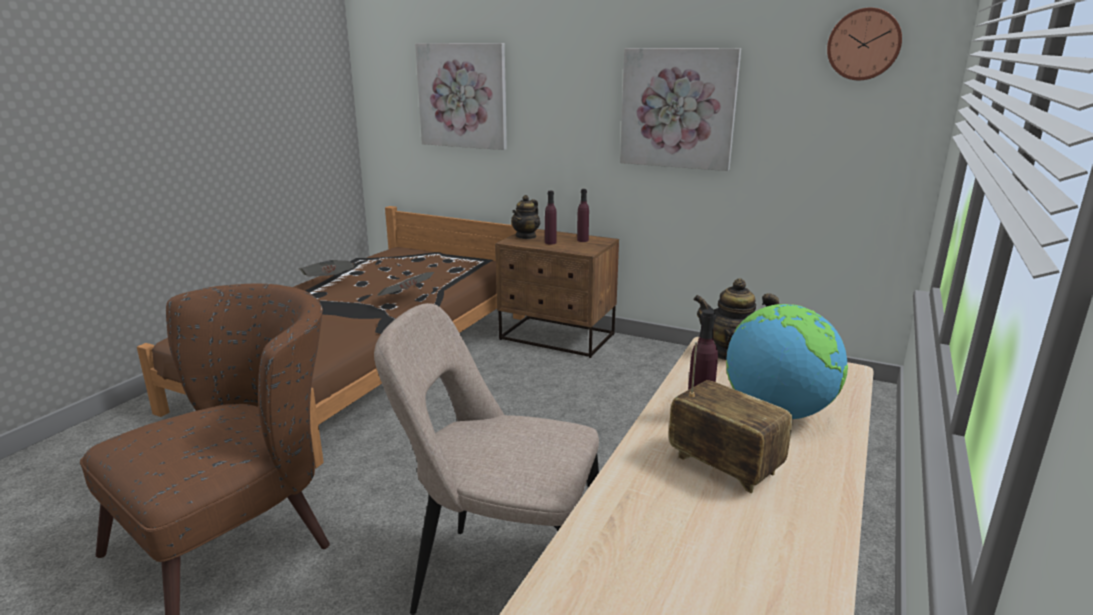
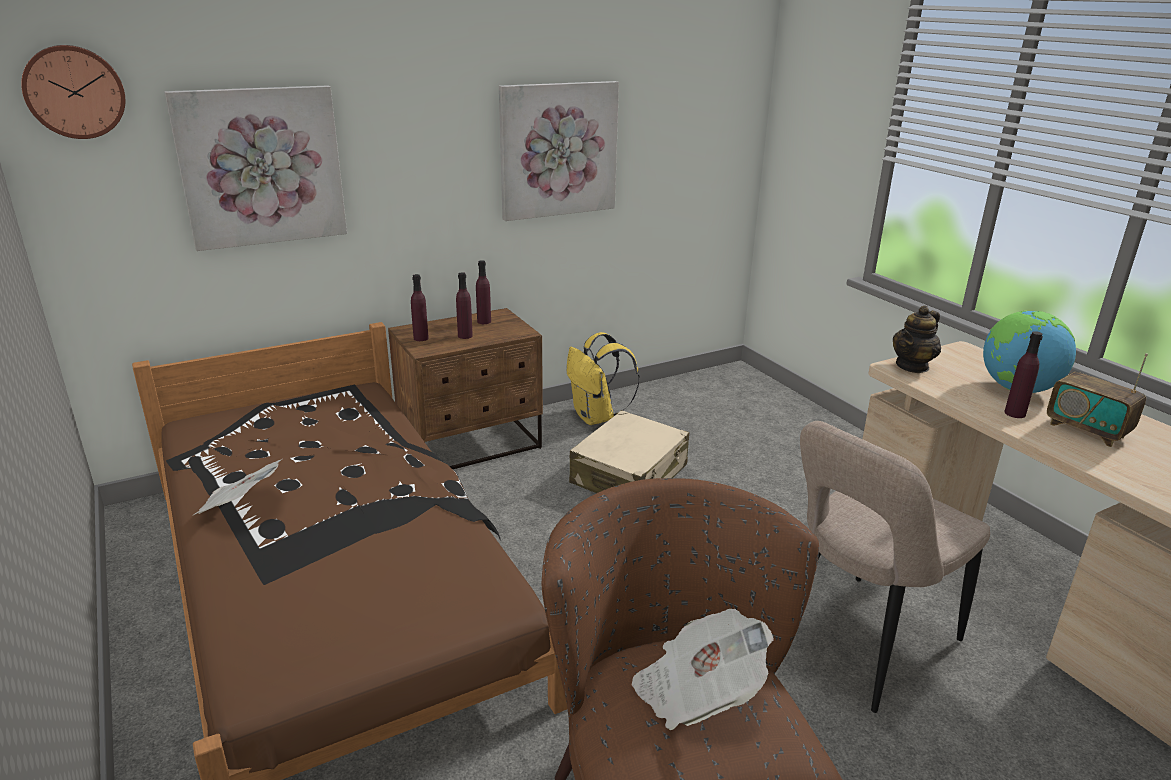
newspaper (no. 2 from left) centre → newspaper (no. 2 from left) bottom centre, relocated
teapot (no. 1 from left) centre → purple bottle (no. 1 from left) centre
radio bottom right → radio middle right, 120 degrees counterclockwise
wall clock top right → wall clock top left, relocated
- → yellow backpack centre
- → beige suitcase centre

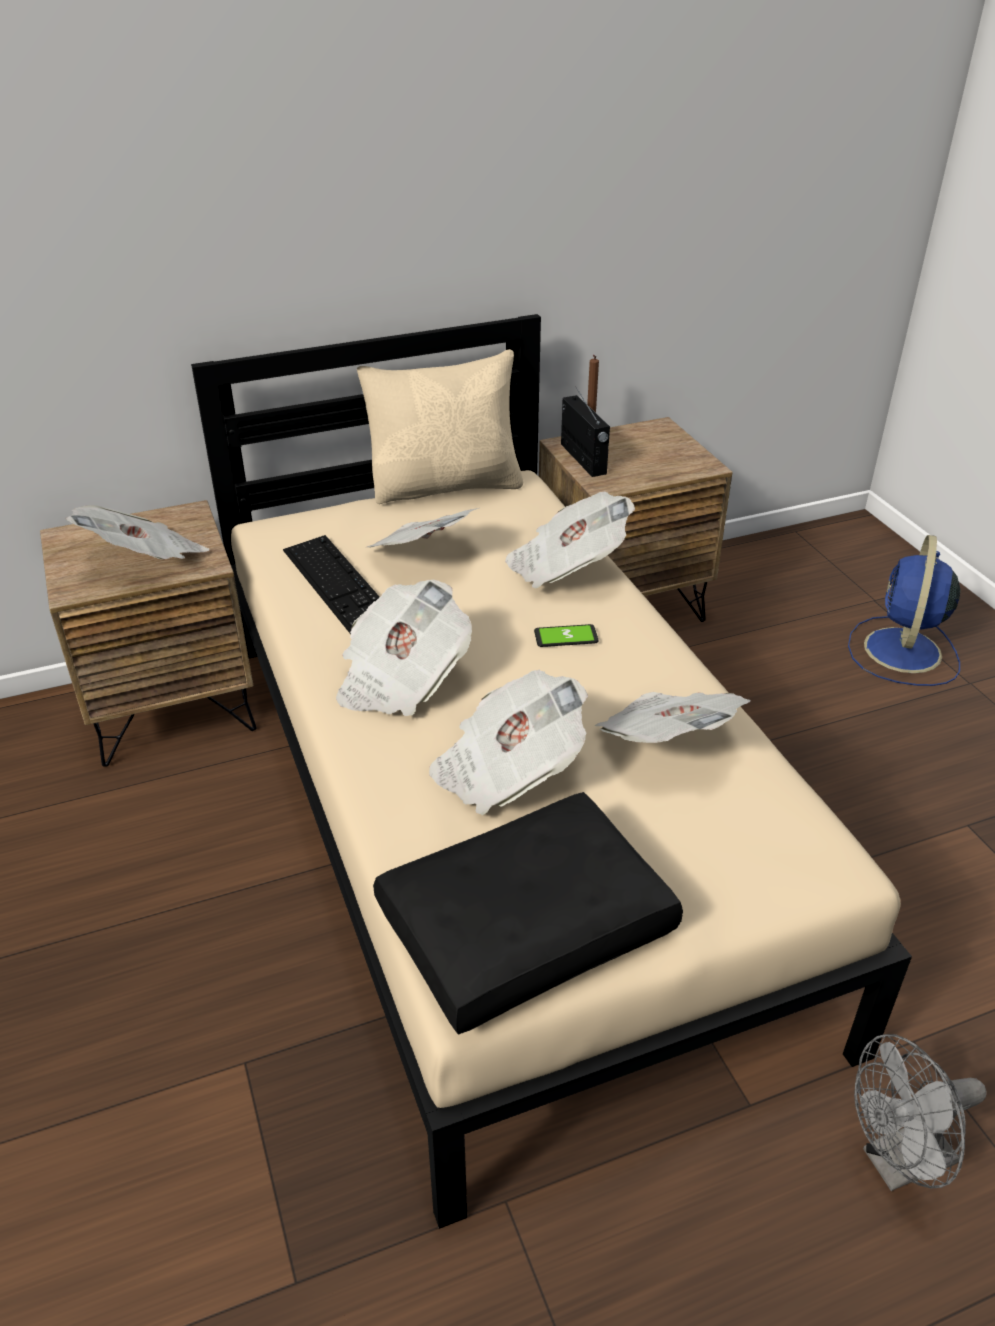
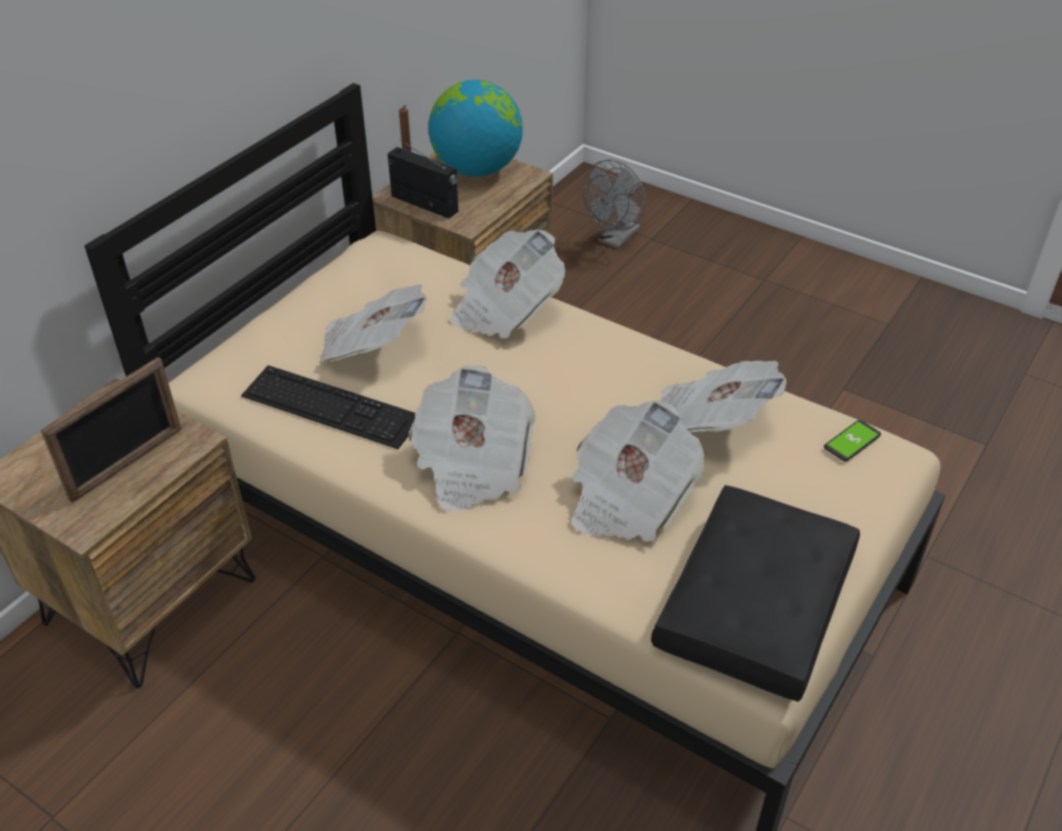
newspaper (no. 1 from left) middle left → picture frame middle left
beige pillow top centre → -
phone centre → phone middle right, relocated
blue fan middle right → -
grey fan bottom right → grey fan top centre, relocated
- → globe top centre

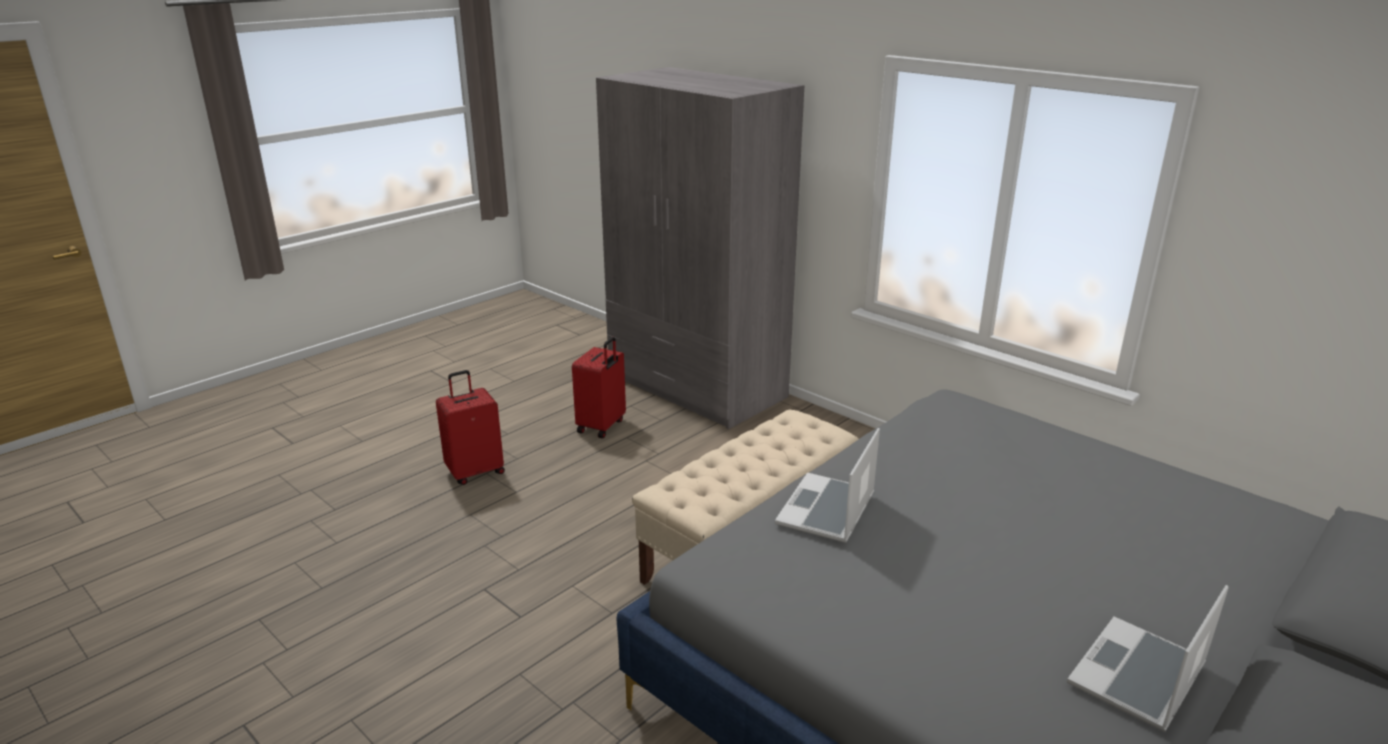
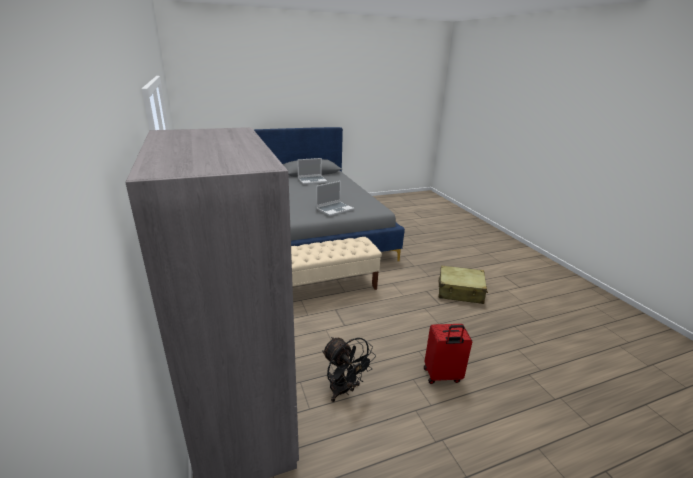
red suitcase (no. 2 from left) centre → black fan bottom centre
- → beige suitcase middle right

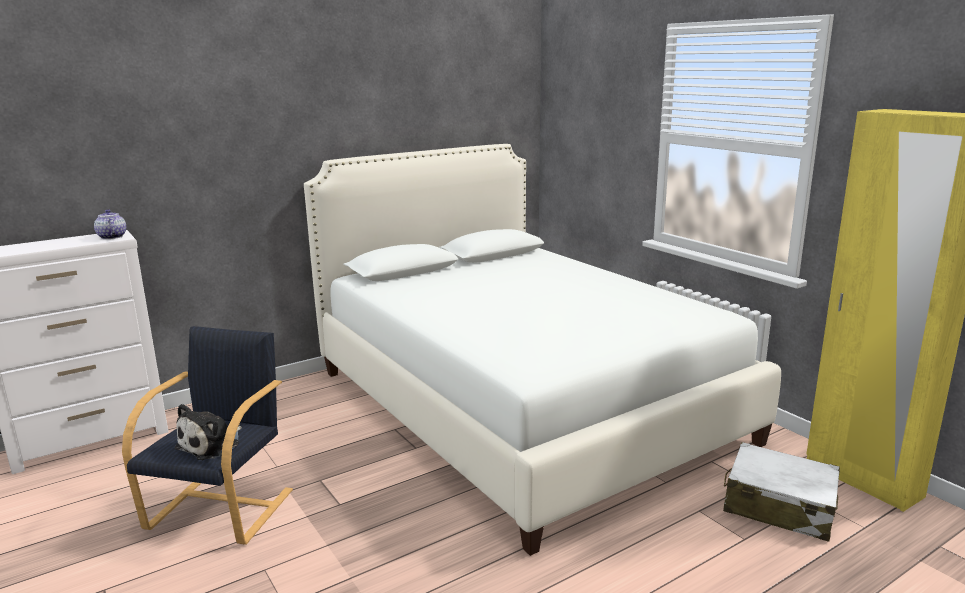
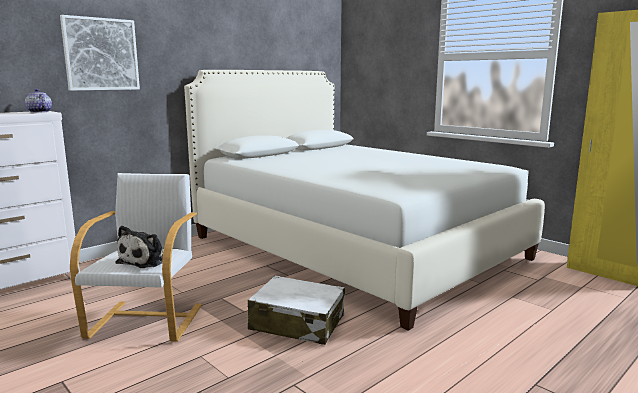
black armchair bottom left → white armchair middle left
white suitcase bottom right → white suitcase bottom centre, relocated
- → picture top left

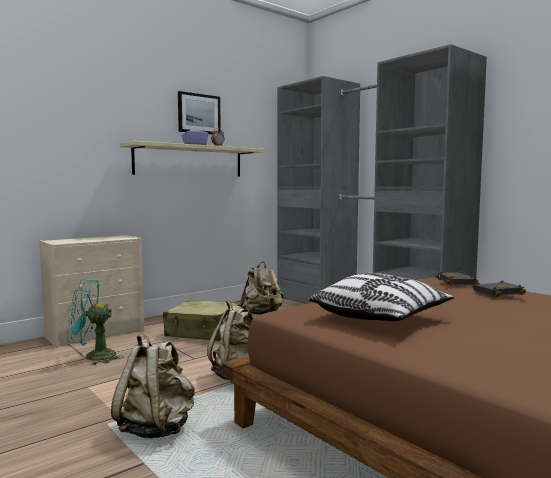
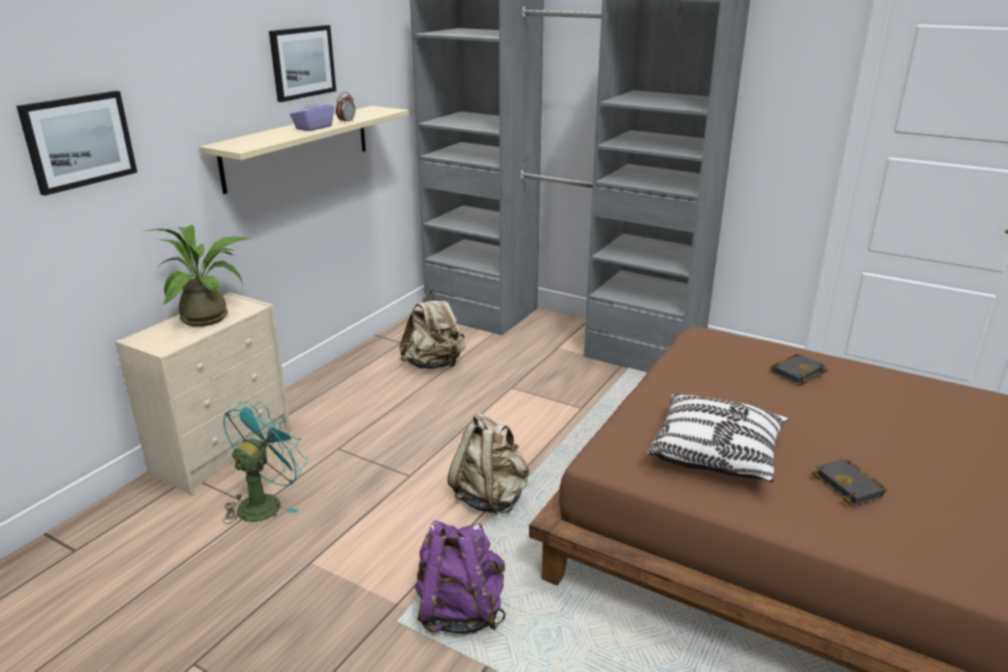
turquoise fan bottom left, 150 degrees clockwise
beige backpack (no. 1 from left) bottom left → purple backpack bottom centre
beige suitcase bottom centre → -
black book (no. 1 from left in the first image) middle right → black book (no. 2 from left) bottom right, relocated
- → picture (no. 1 from left) top left
- → potted plant middle left

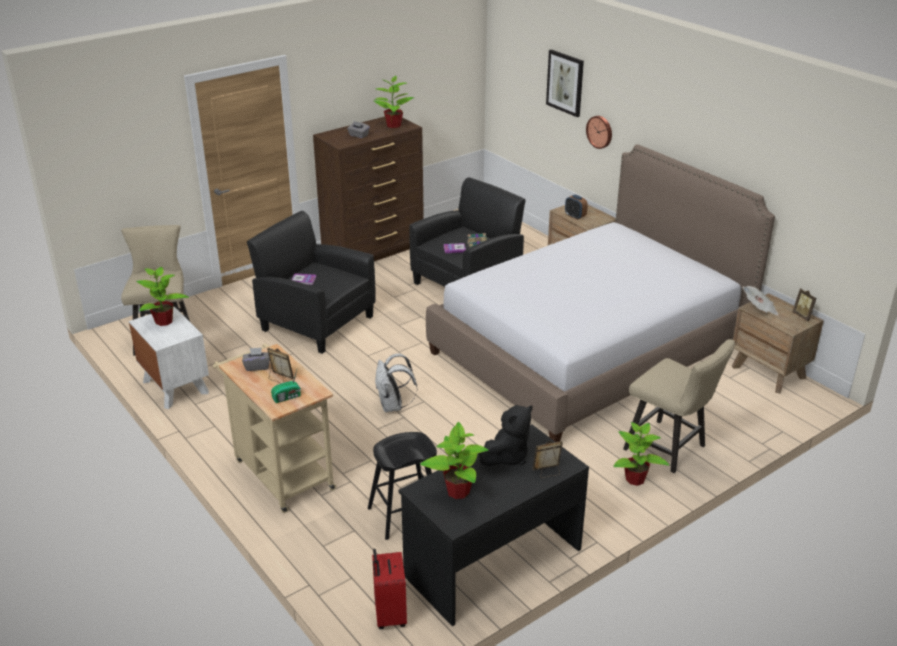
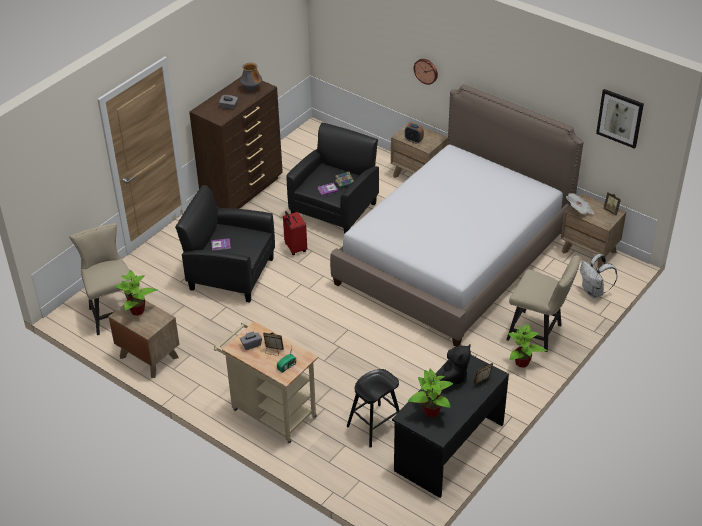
white nightstand middle left → brown nightstand (no. 1 from left) middle left
red suitcase bottom centre → red suitcase centre, relocated
potted plant (no. 2 from left) top centre → vase top centre
white backpack centre → white backpack middle right, relocated
picture top centre → picture top right, relocated

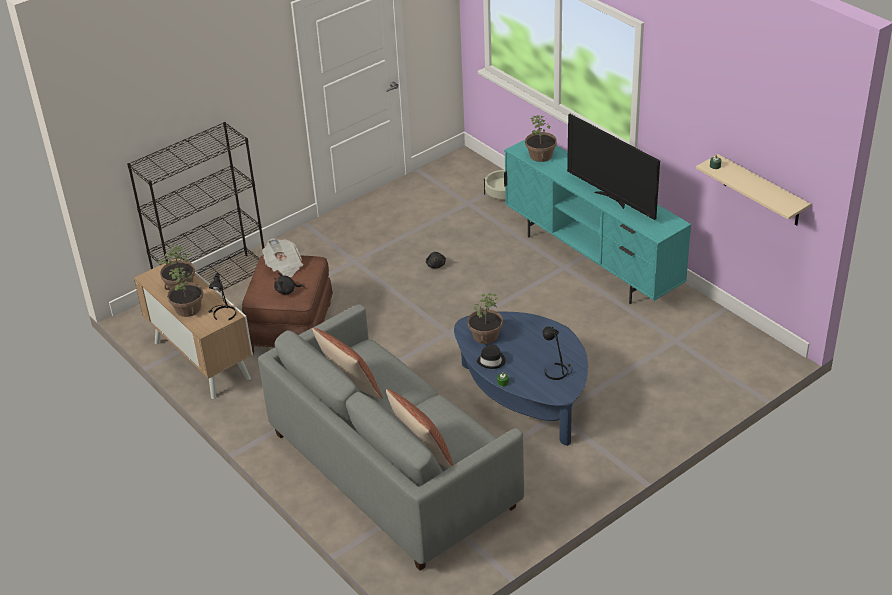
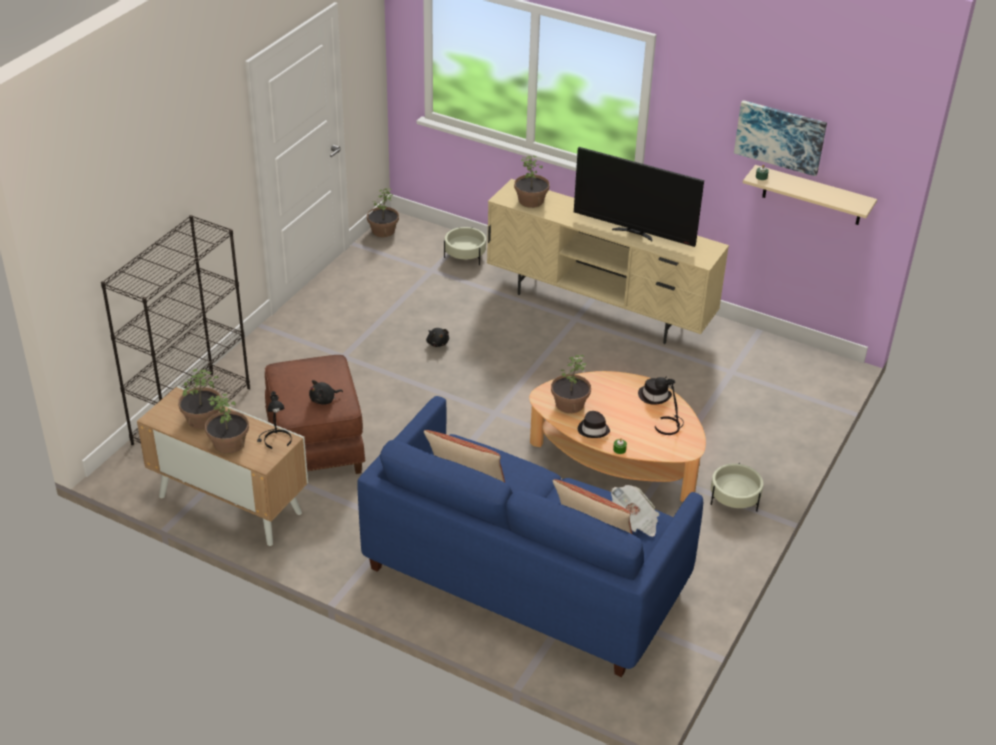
grey sofa bottom centre → blue sofa bottom centre
newspaper middle left → newspaper bottom centre, relocated
blue coffee table centre → beige coffee table centre
turquoise tv stand middle right → beige tv stand centre
- → potted plant (no. 3 from left) top centre
- → black hat (no. 2 from left) centre
- → beige planter (no. 2 from left) middle right
- → picture top right

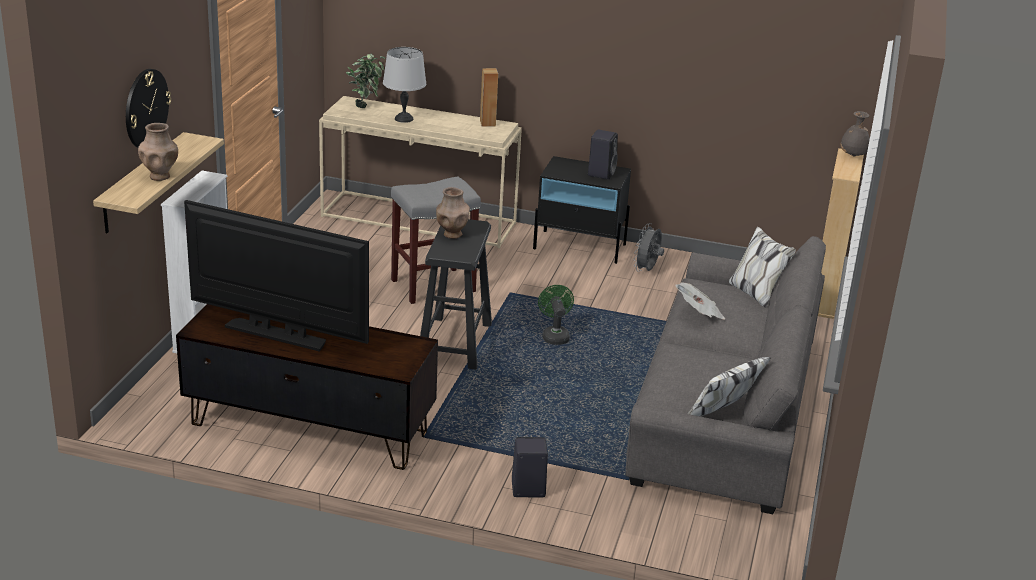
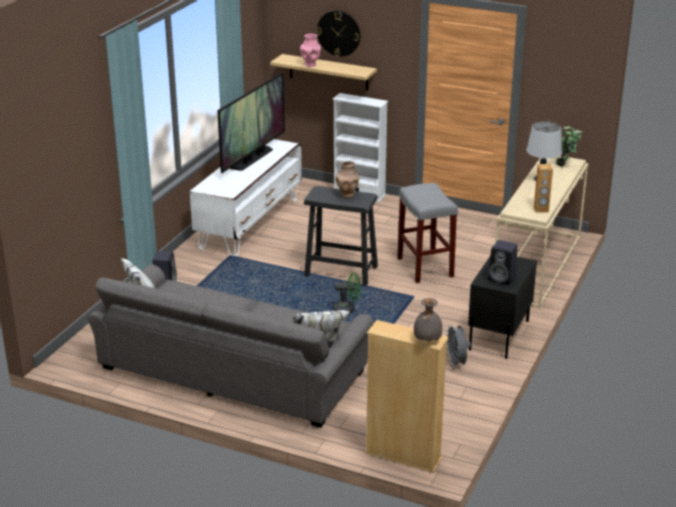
brown vase (no. 1 from left) top left → pink vase top centre
brown tv stand bottom left → white tv stand centre
grey fan centre → grey fan bottom right, 135 degrees counterclockwise
newspaper middle right → -

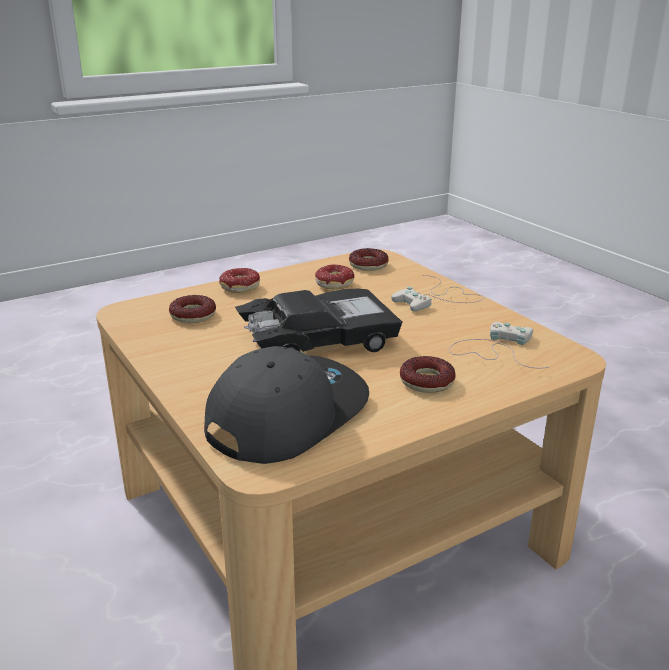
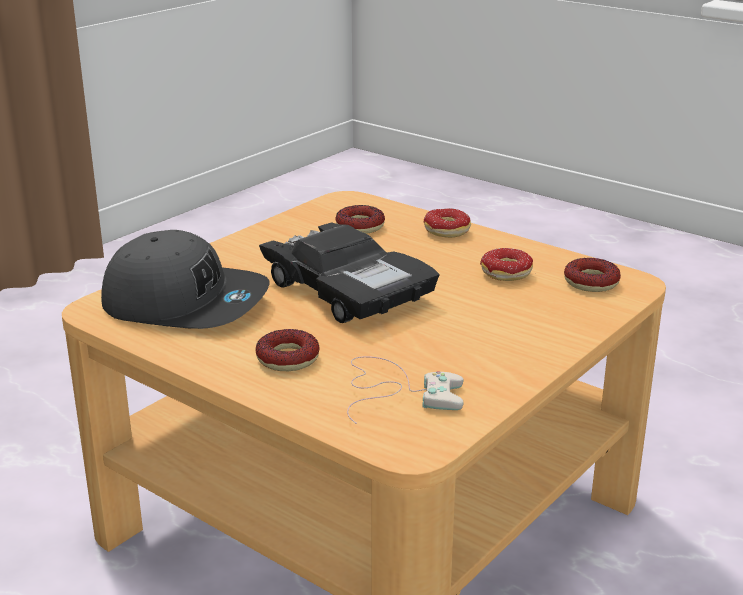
white game controller (no. 1 from left) centre → -

